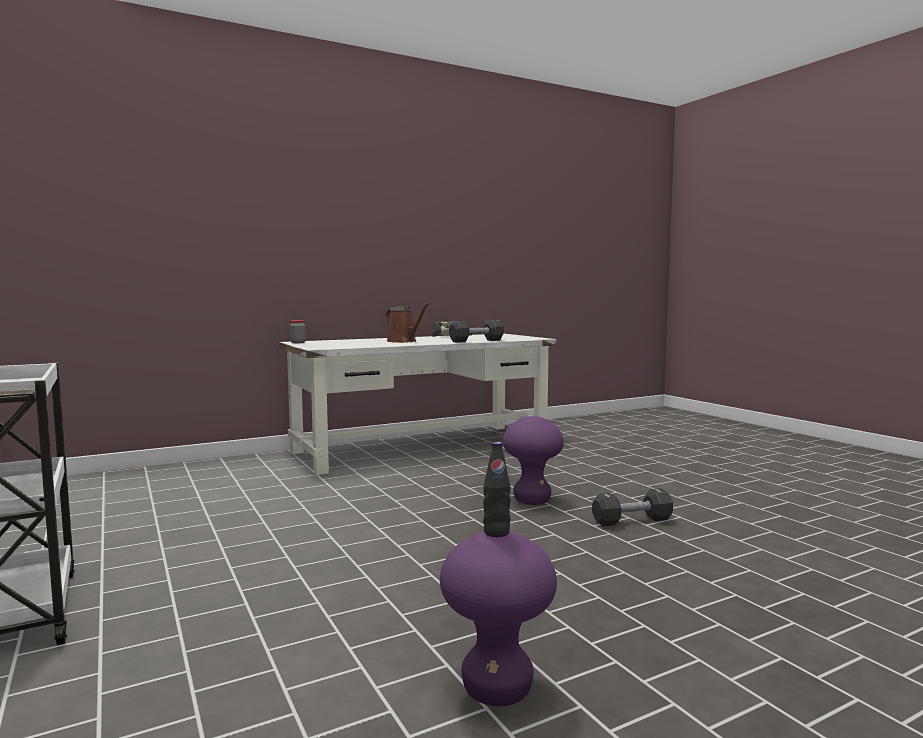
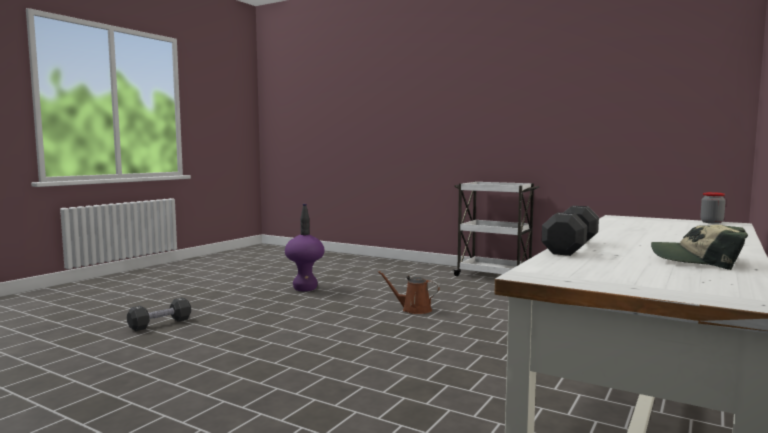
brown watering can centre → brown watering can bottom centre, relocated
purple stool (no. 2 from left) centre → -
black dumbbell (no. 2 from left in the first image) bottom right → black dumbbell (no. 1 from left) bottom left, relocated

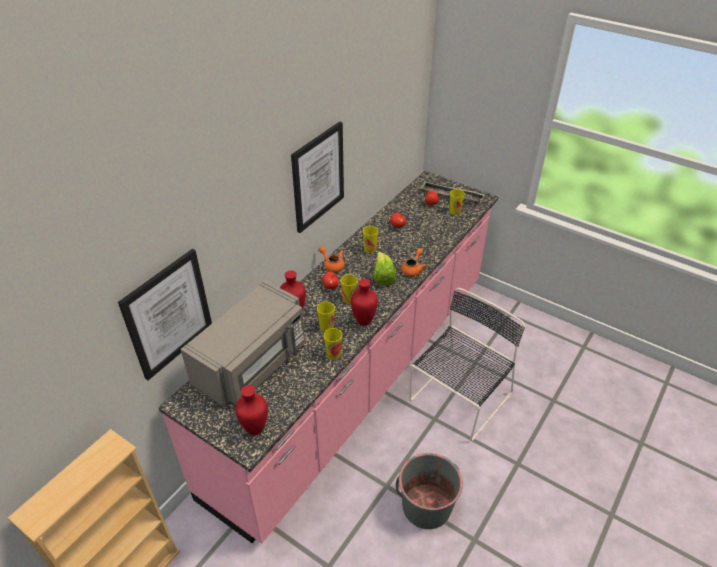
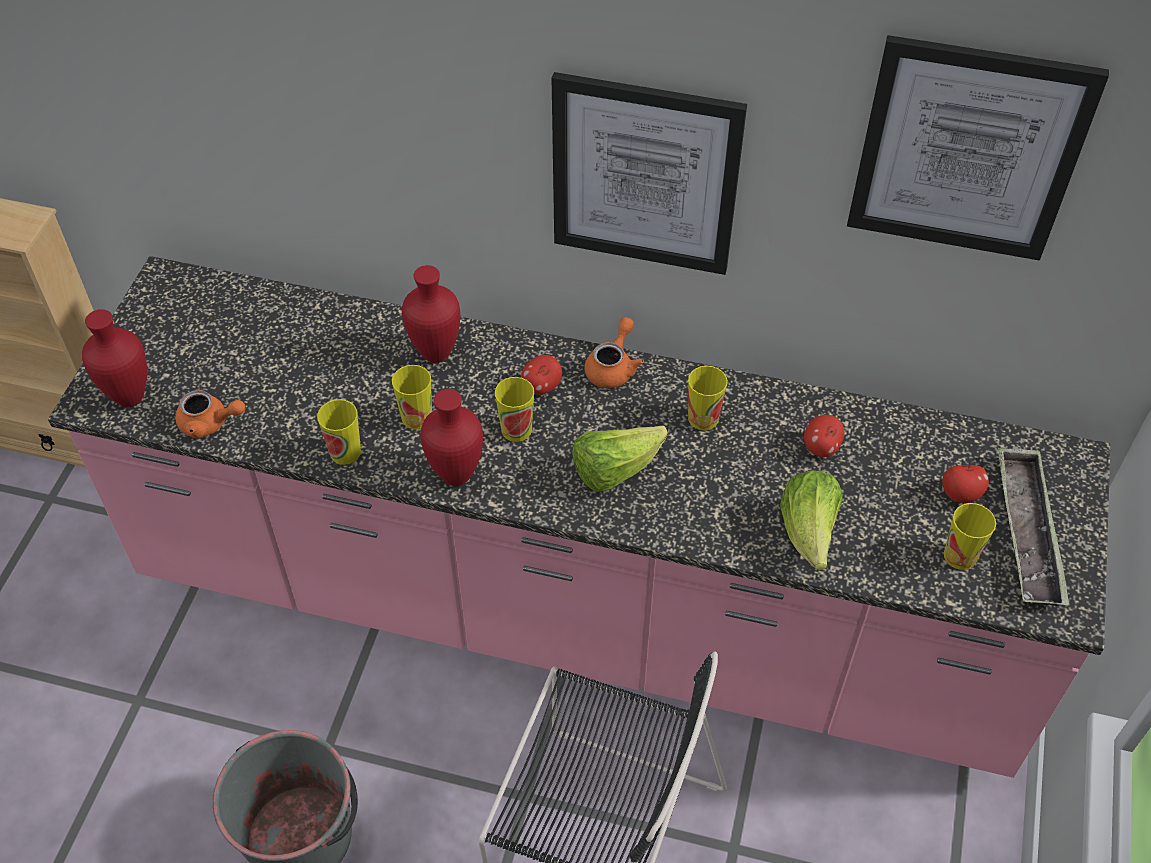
picture (no. 1 from left in the first image) middle left → picture (no. 2 from left) top right, relocated
grey microwave centre → -
orange teapot (no. 2 from left in the first image) centre → orange teapot (no. 1 from left) middle left, relocated
- → lettuce (no. 2 from left) middle right

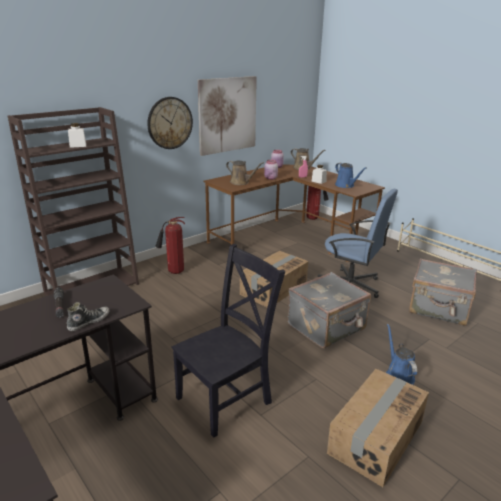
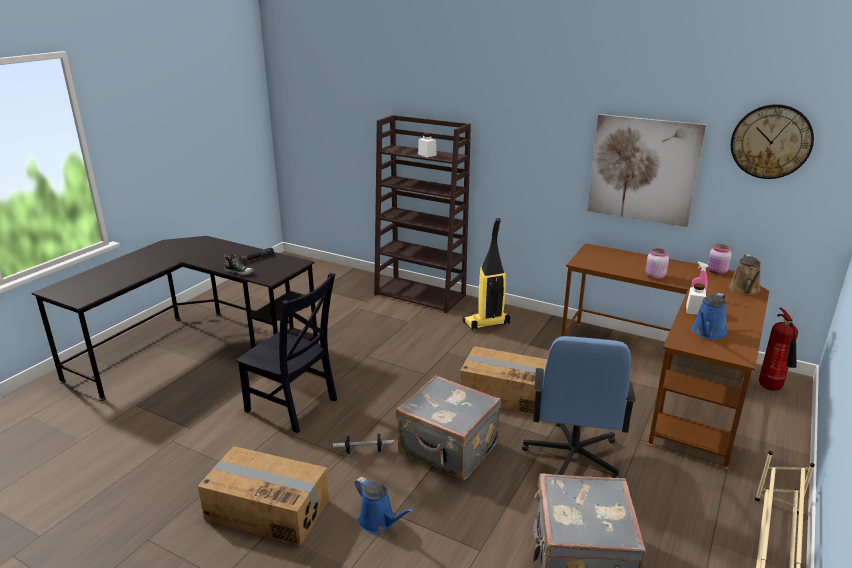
wall clock top centre → wall clock top right, relocated
fire extinguisher (no. 1 from left) centre → vacuum cleaner centre
brown watering can (no. 1 from left) centre → -
blue watering can (no. 2 from left in the first image) bottom right → blue watering can (no. 1 from left) bottom centre, 75 degrees clockwise
- → dumbbell bottom centre

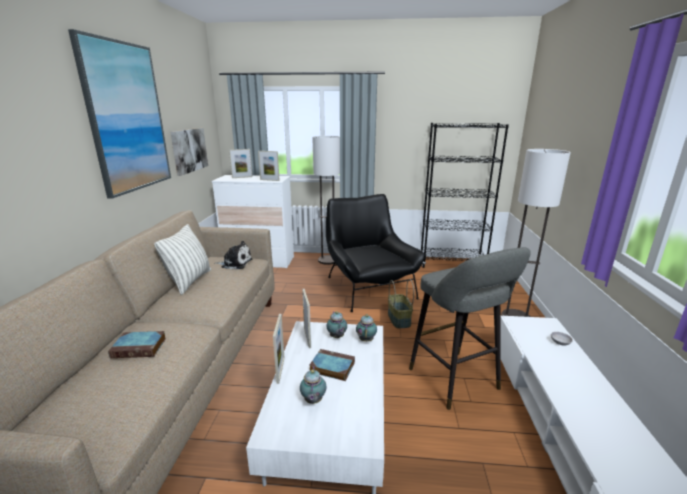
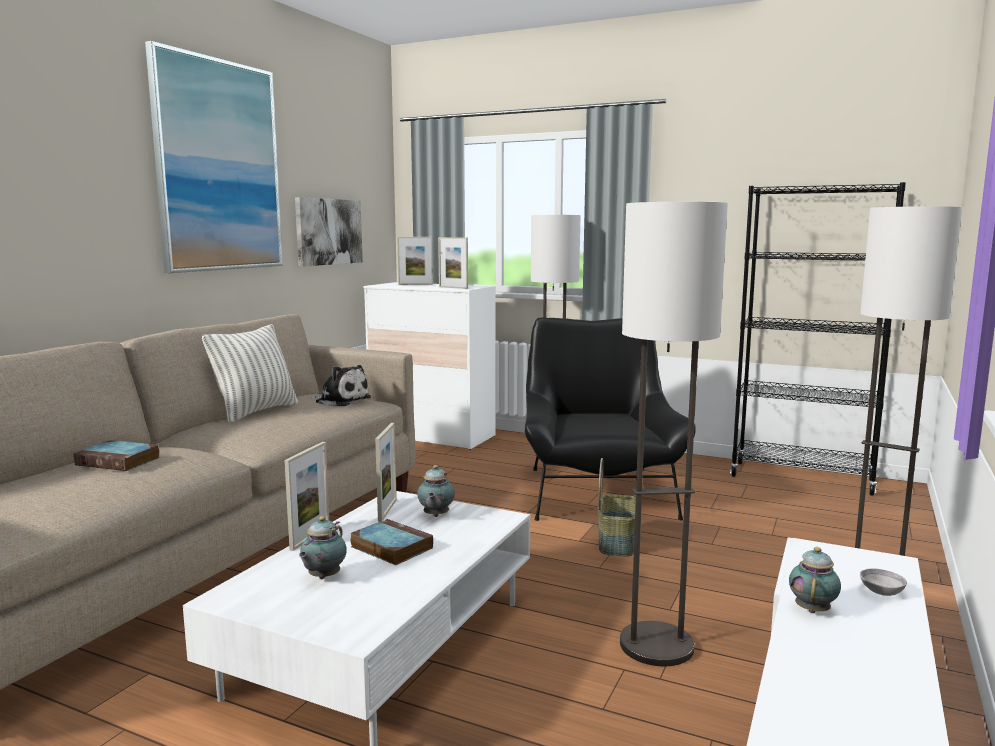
teapot (no. 3 from left) centre → teapot (no. 3 from left) bottom right, relocated
grey stool middle right → floor lamp (no. 2 from left) middle right

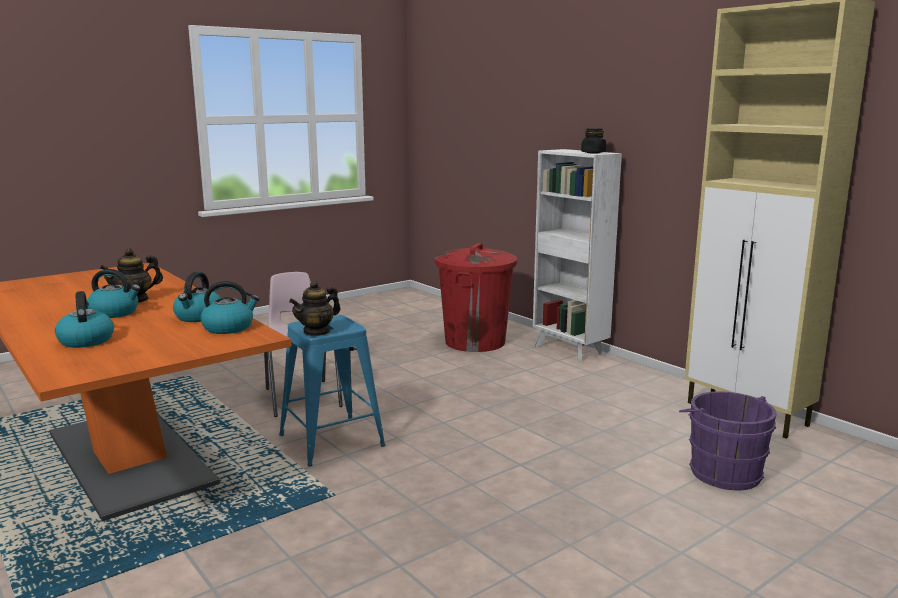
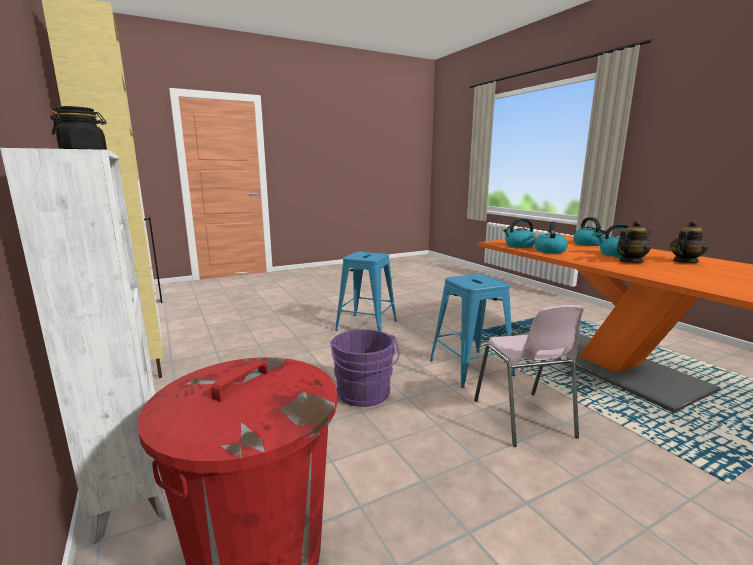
teapot (no. 2 from left) centre → teapot (no. 2 from left) middle right, relocated
purple bucket bottom right → purple bucket centre, relocated
- → blue stool (no. 1 from left) centre

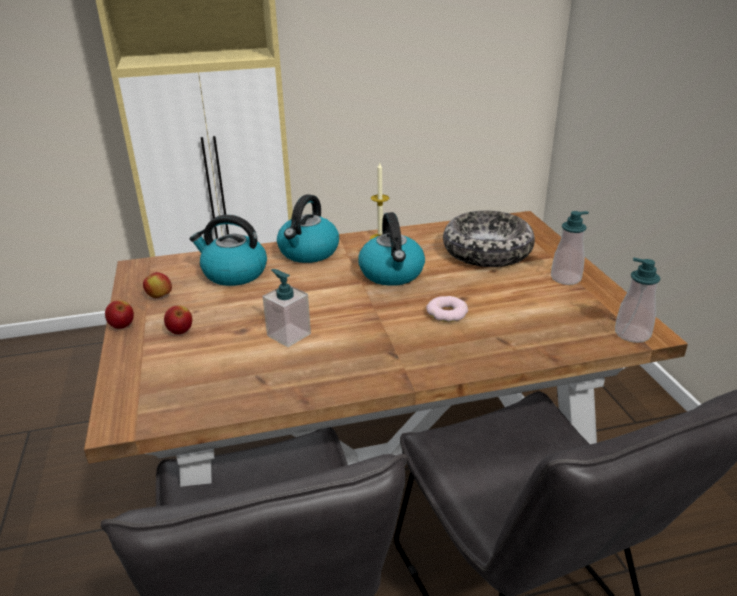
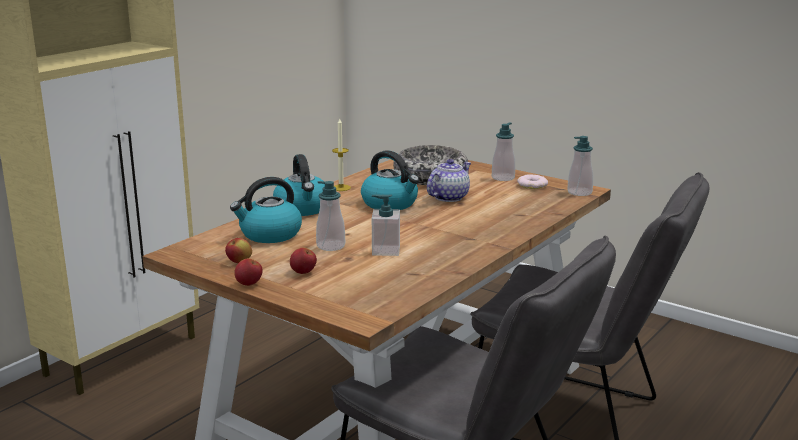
donut centre → donut middle right, relocated
- → soap dispenser (no. 1 from left) centre
- → teapot centre

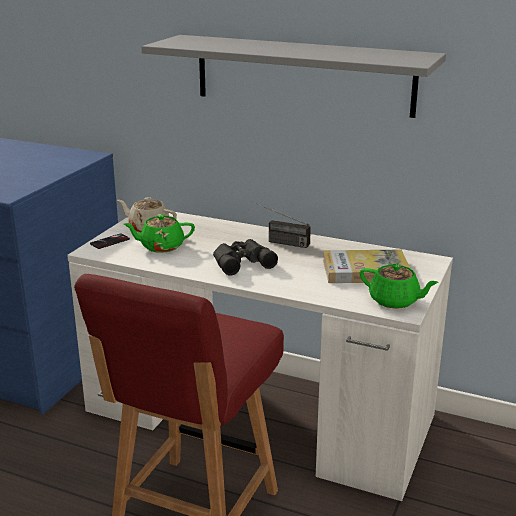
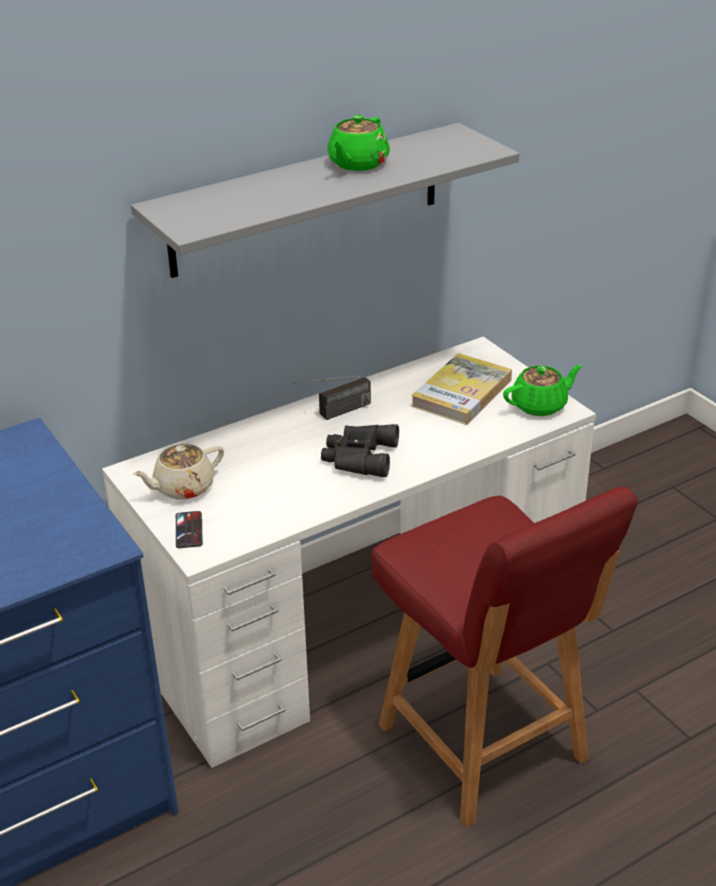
green teapot (no. 1 from left) middle left → green teapot (no. 1 from left) top centre, relocated

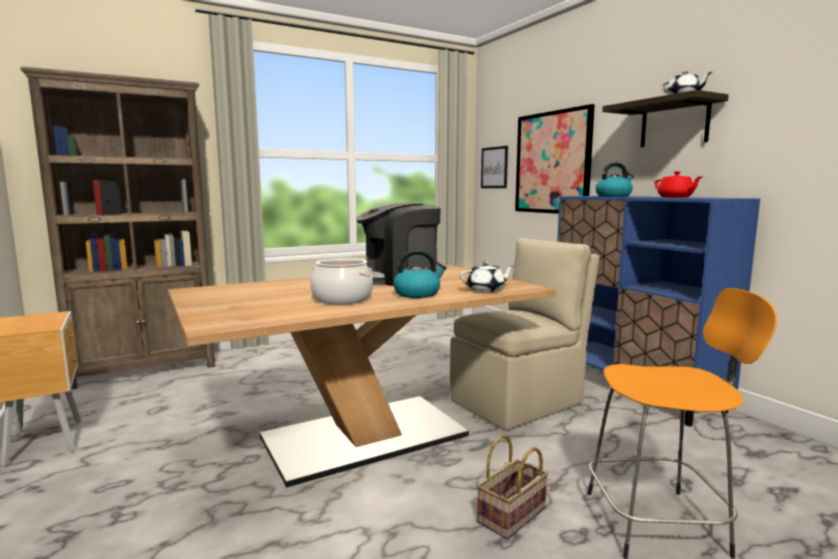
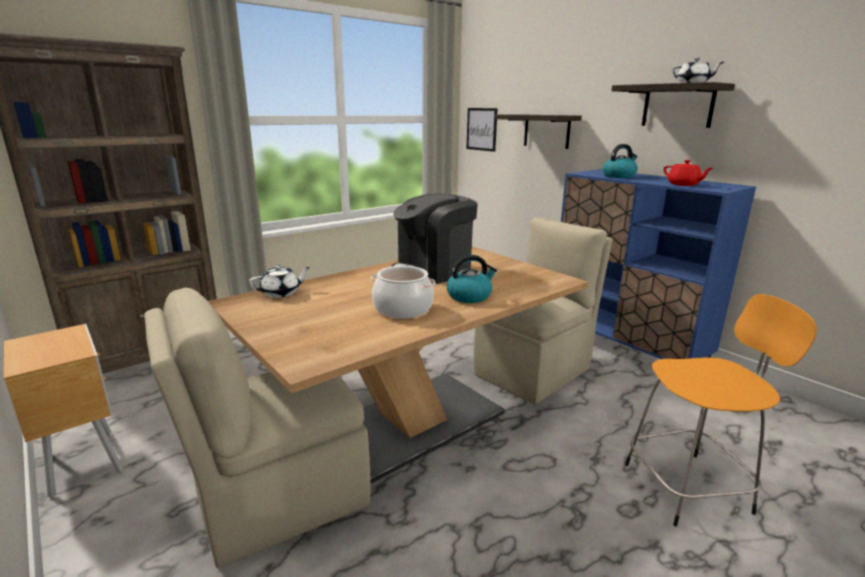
white teapot (no. 1 from left) centre → white teapot (no. 1 from left) middle left, relocated
basket bottom centre → -
picture (no. 2 from left) top centre → shelf (no. 1 from left) top centre
- → beige chair (no. 1 from left) bottom left

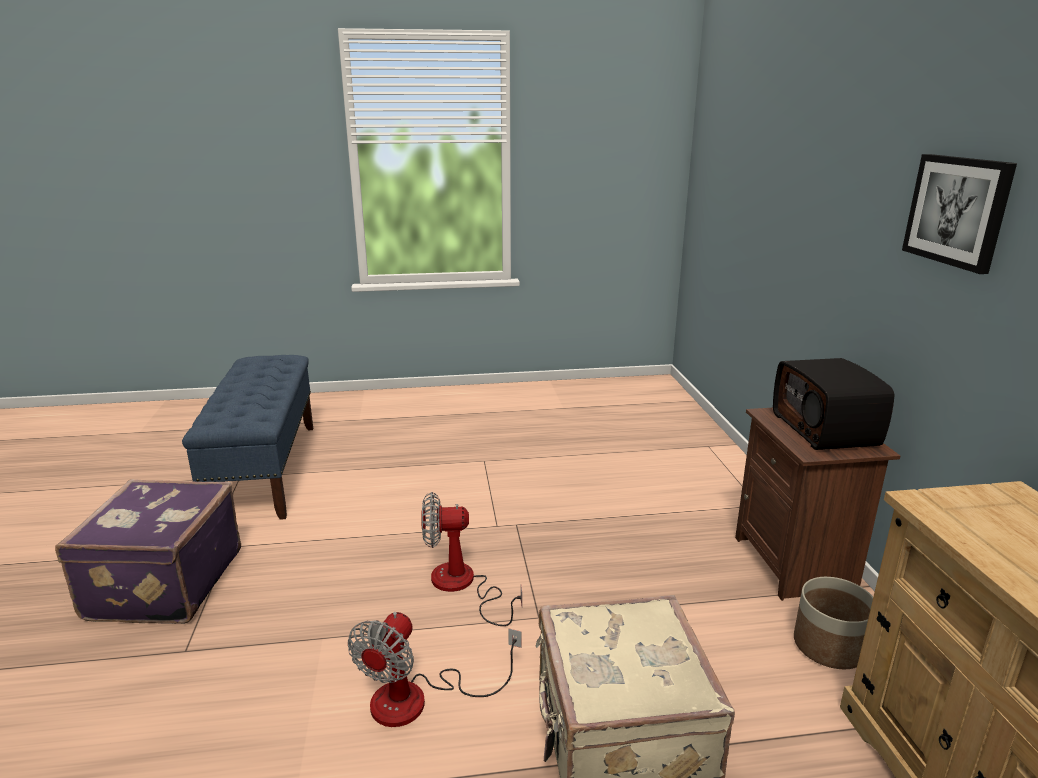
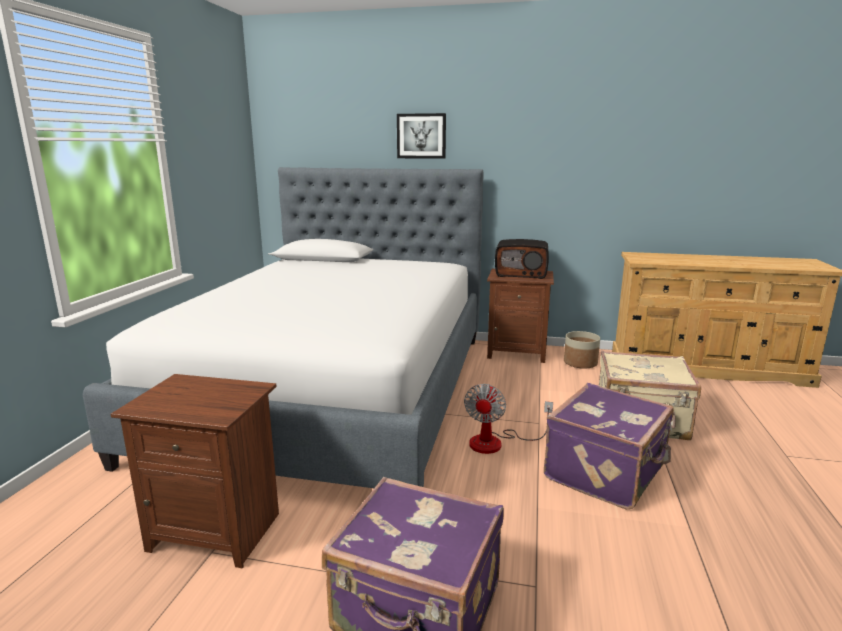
blue bench middle left → brown nightstand (no. 1 from left) bottom left
fan (no. 1 from left) bottom centre → purple suitcase (no. 2 from left) bottom right
picture top right → picture top centre, relocated
- → bed centre

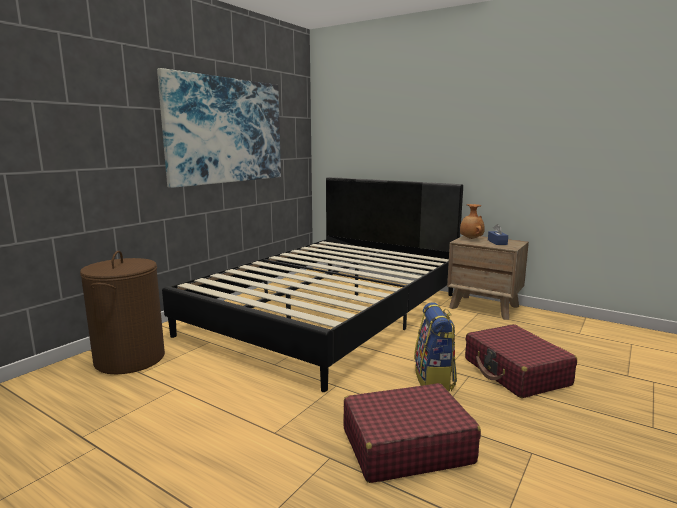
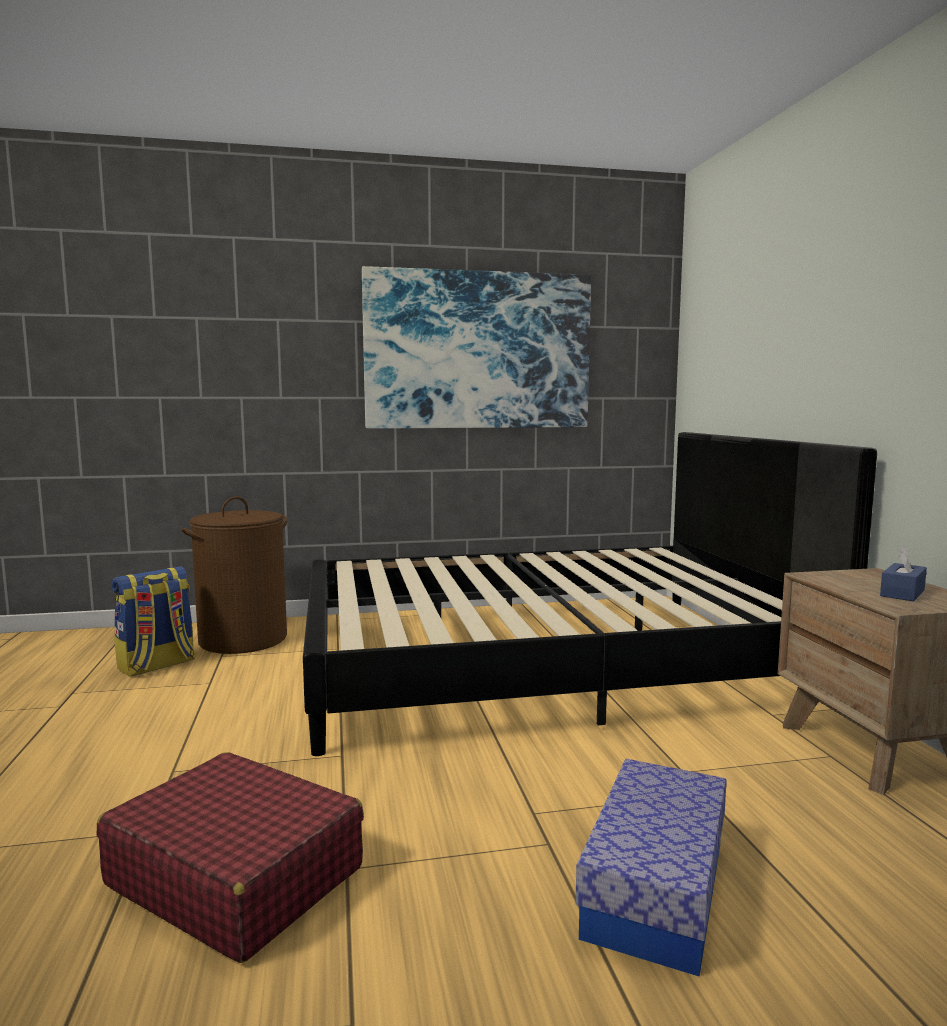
backpack bottom centre → backpack middle left, relocated
brown vase middle right → -
red suitcase (no. 2 from left) bottom right → storage box bottom right

